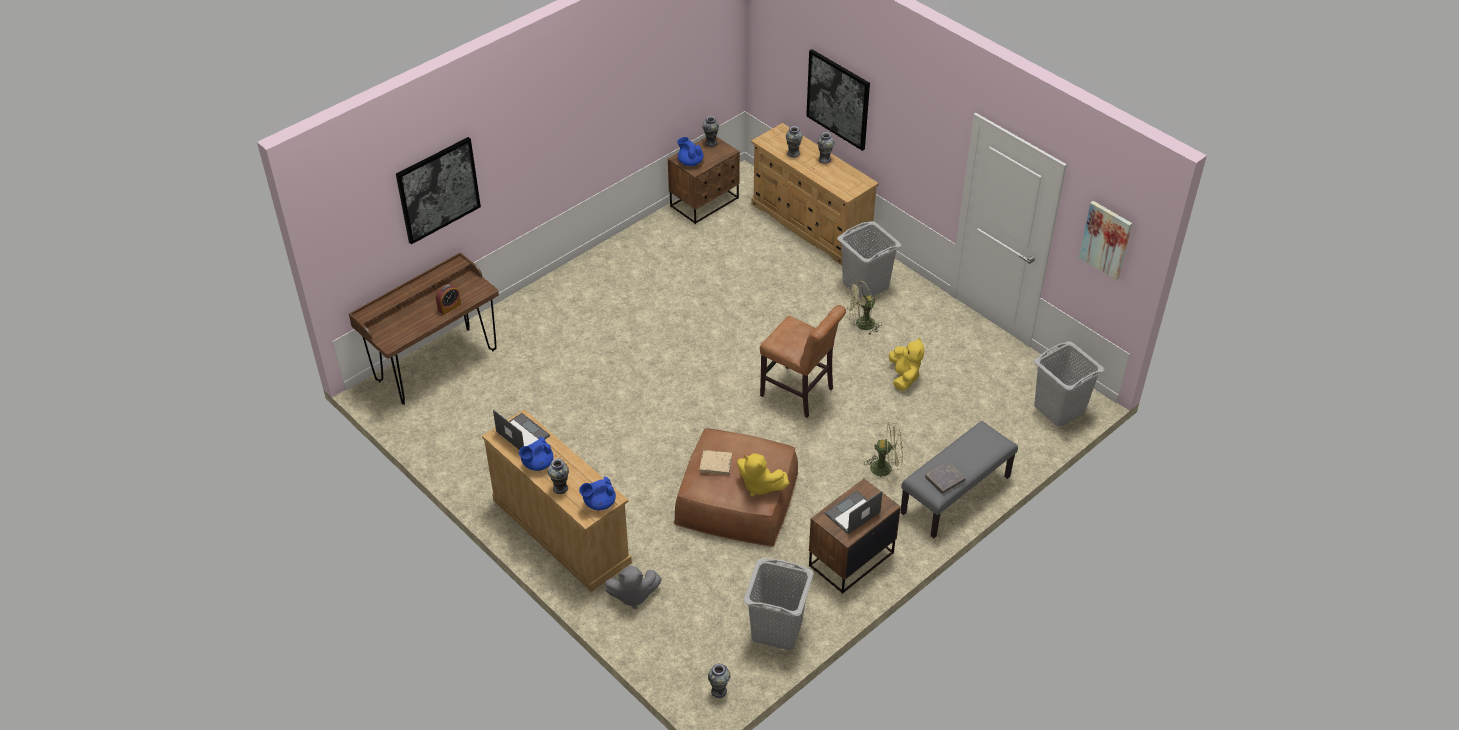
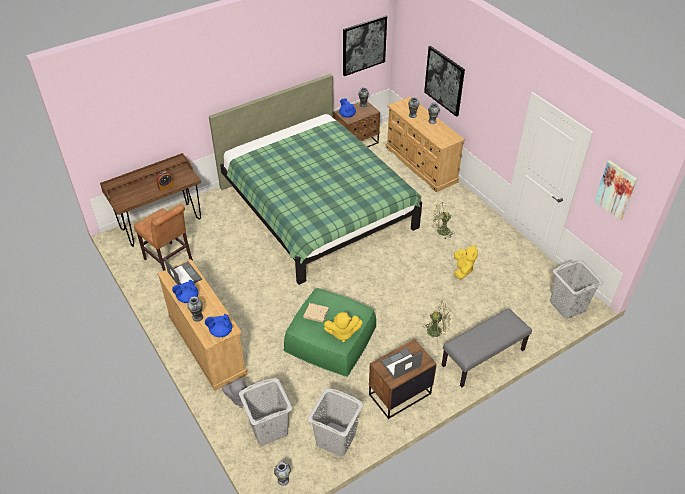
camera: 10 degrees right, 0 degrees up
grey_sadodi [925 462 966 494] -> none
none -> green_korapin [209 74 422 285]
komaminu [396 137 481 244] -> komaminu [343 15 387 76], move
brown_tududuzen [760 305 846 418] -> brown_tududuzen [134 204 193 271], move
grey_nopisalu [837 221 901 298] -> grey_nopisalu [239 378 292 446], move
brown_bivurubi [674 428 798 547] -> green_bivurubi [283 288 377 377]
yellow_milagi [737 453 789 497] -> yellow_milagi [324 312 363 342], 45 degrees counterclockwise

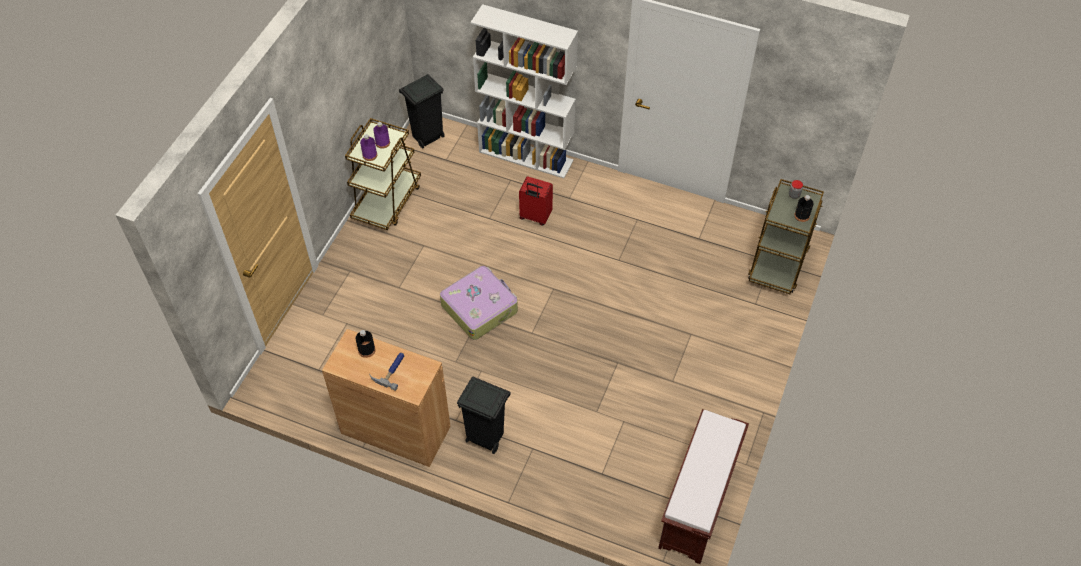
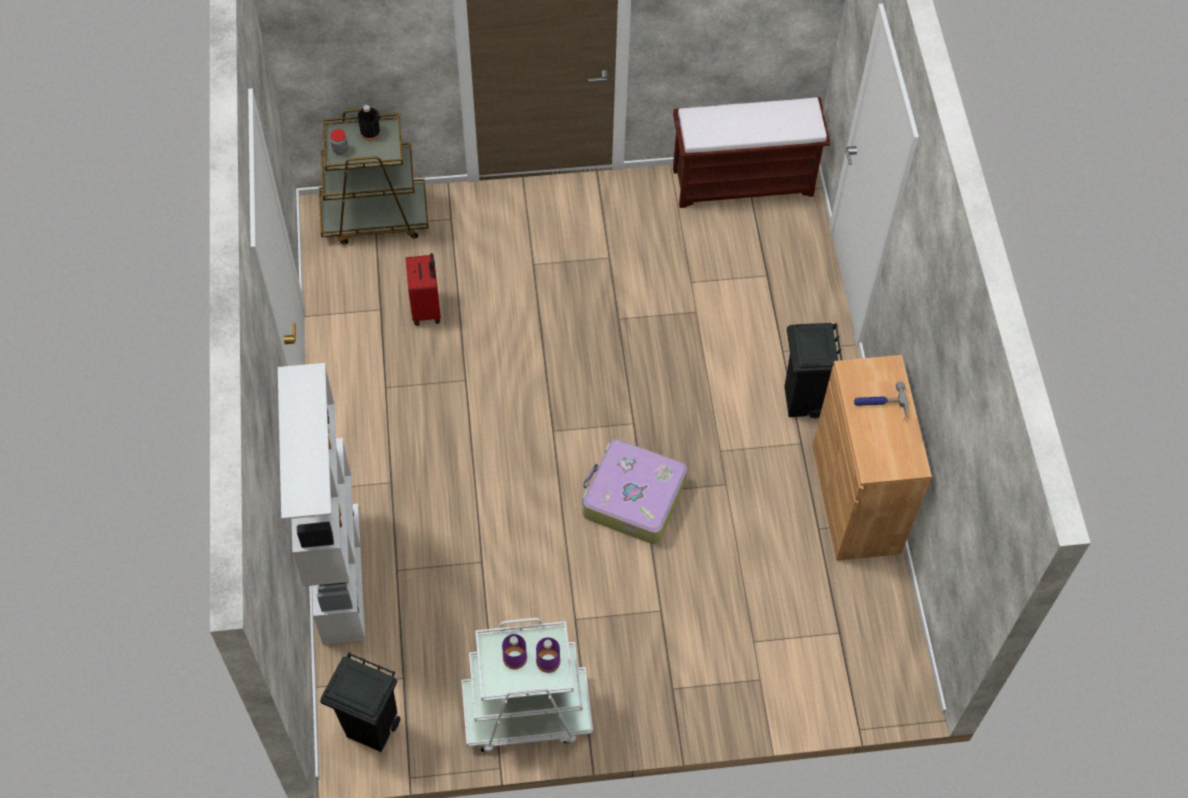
camera: 120 degrees left, 5 degrees up
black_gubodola [355 330 376 358] -> none
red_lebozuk [519 176 553 226] -> red_lebozuk [405 253 441 326], move
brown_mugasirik [345 118 421 230] -> white_mugasirik [461 618 593 753]

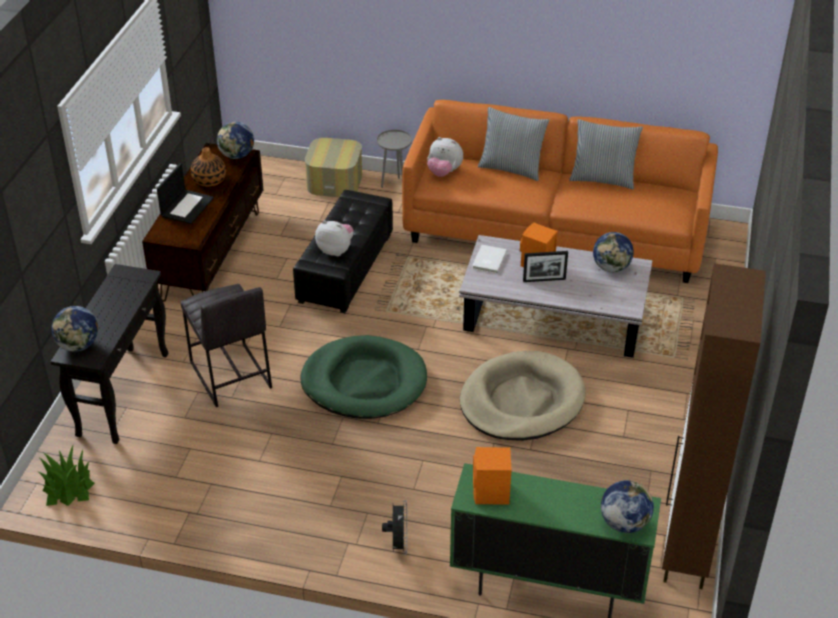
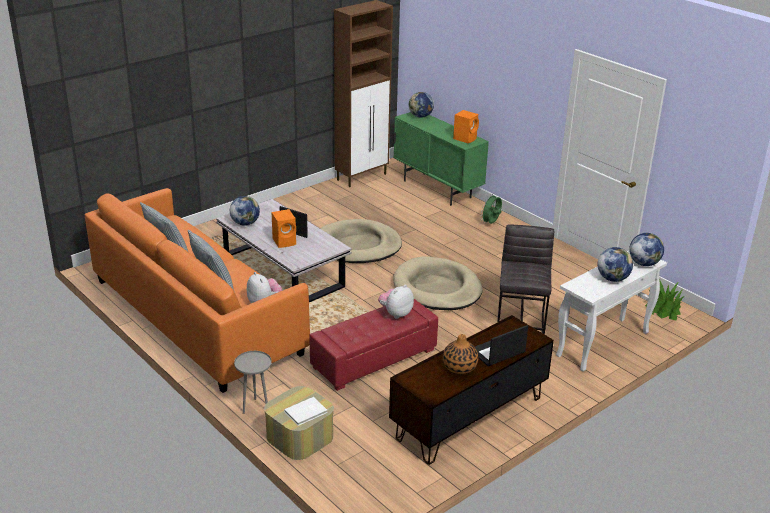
camera: 145 degrees left, 10 degrees down
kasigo [217 122 254 159] -> kasigo [597 247 633 282], move
white_sadodi [472 245 507 274] -> white_sadodi [284 397 327 426], move
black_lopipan [51 264 168 444] -> white_lopipan [556 251 667 372]
black_bivurubi [293 190 393 313] -> red_bivurubi [309 299 438 391]
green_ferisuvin [300 335 427 419] -> beige_ferisuvin [393 256 483 310]
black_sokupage [382 500 407 555] -> green_sokupage [481 193 502 224]
milagi [315 220 354 256] -> milagi [378 285 414 319], 75 degrees clockwise

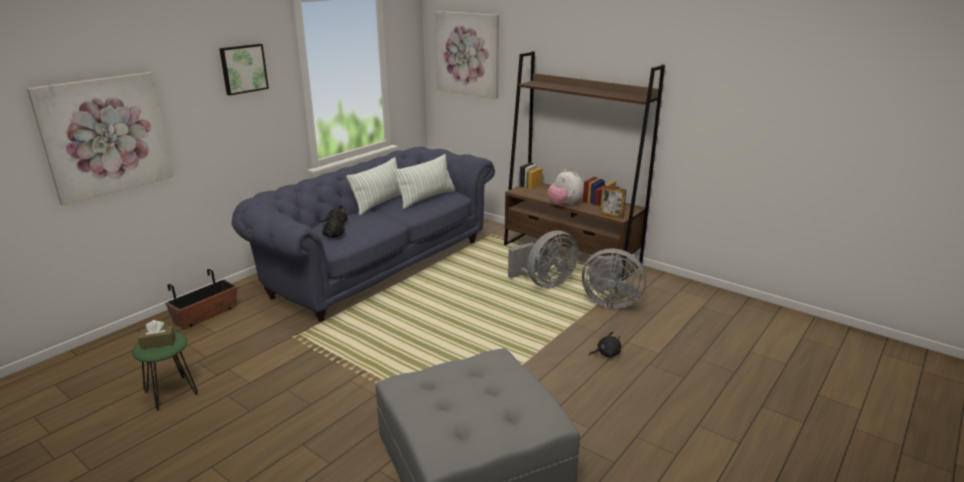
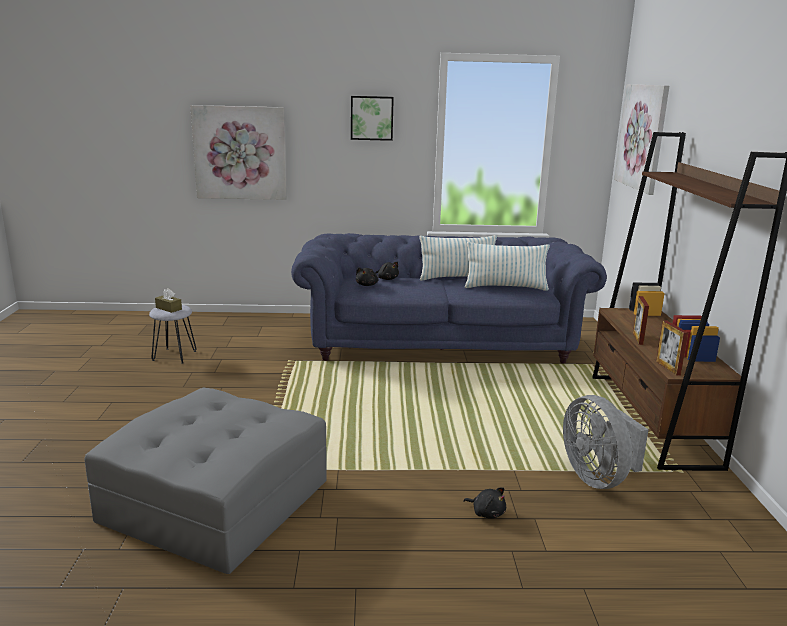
camera: 50 degrees right, 5 degrees down
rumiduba [165 269 238 329] -> none
grey_sokupage [508 230 579 288] -> none
milagi [548 169 584 205] -> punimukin [633 296 649 345]
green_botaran [132 332 198 411] -> grey_botaran [149 305 197 364]

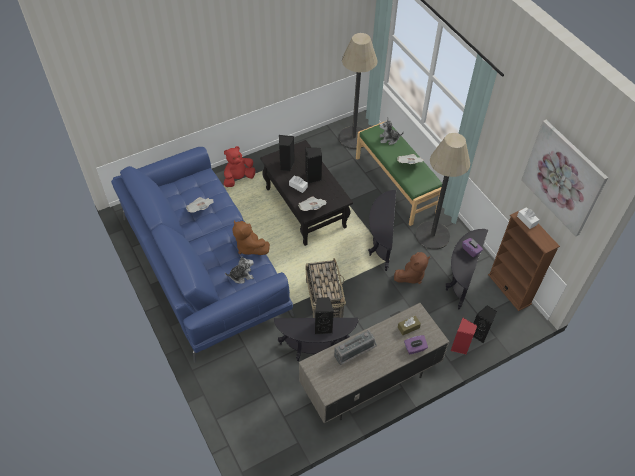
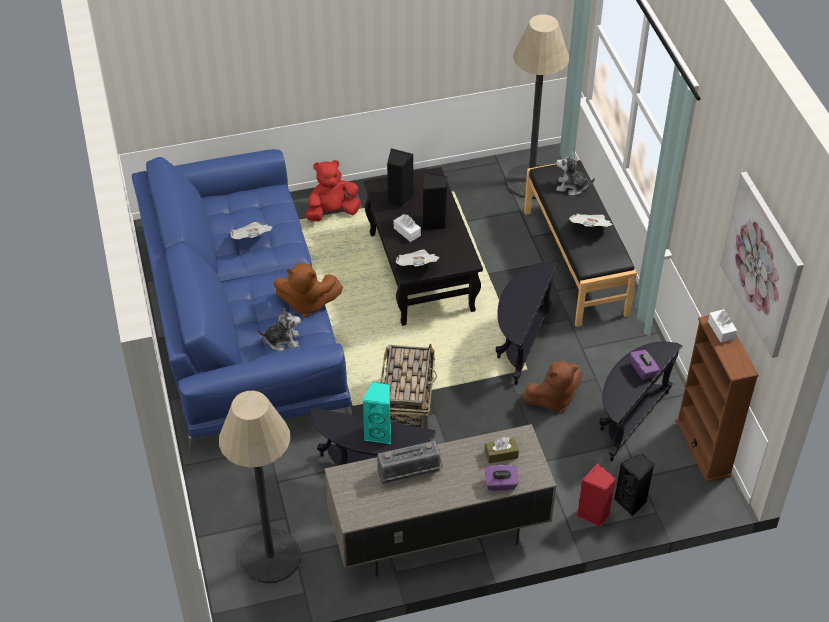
camera: 15 degrees right, 5 degrees down
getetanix [415 133 470 250] -> getetanix [219 391 301 583], move
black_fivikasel [315 297 334 335] -> turquoise_fivikasel [362 382 391 444]
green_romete [356 121 442 226] -> black_romete [524 159 637 327]
brown_milagi [232 220 270 255] -> brown_milagi [273 264 343 318], 60 degrees counterclockwise

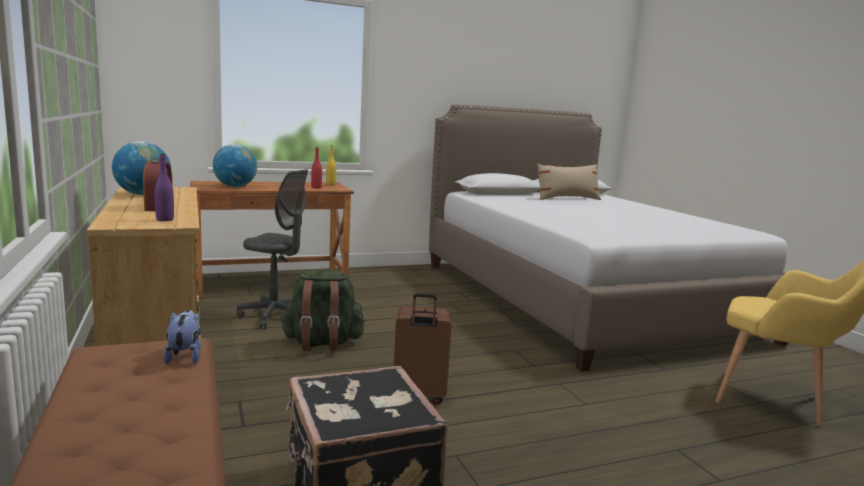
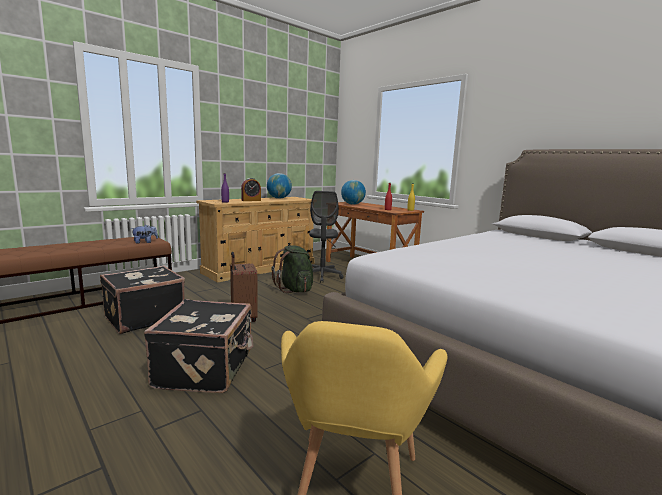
camera: 70 degrees right, 0 degrees up
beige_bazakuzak [537 164 601 200] -> none
none -> black_lebozuk [144 299 254 393]

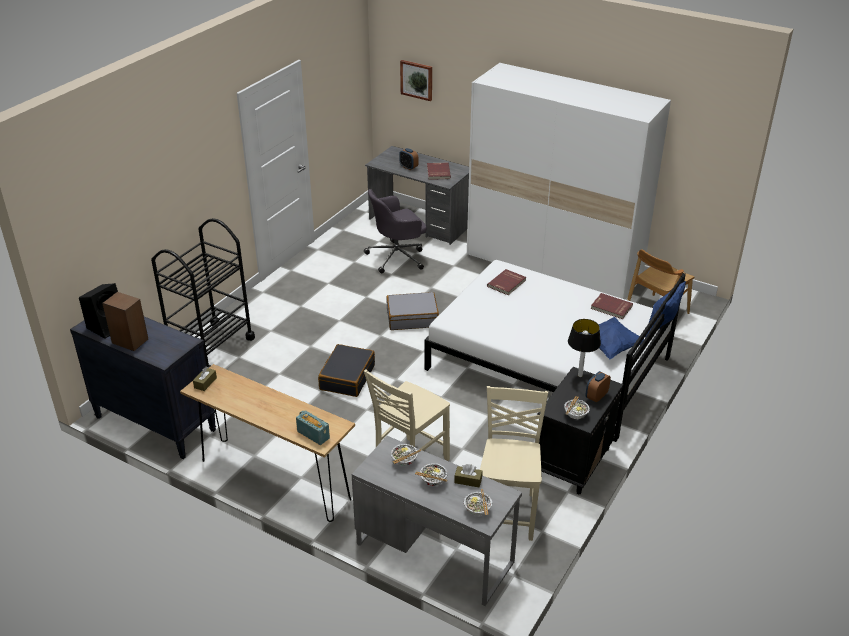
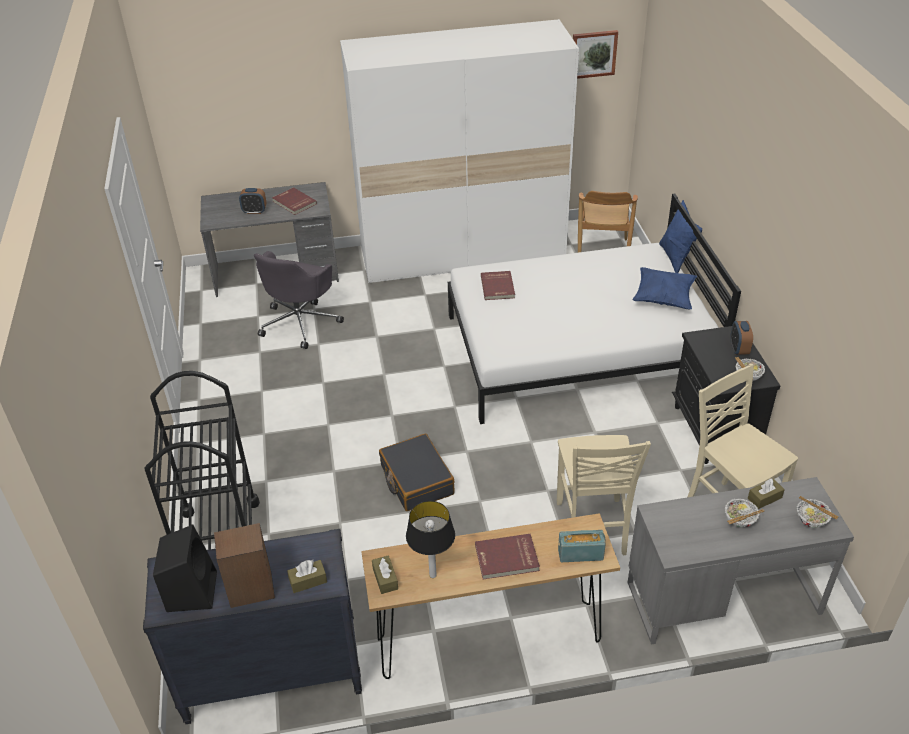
camera: 40 degrees left, 5 degrees up
grey_lebozuk [386 292 439 330] -> none
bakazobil [391 444 422 466] -> none
none -> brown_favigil [287 560 327 593]
komaminu [400 60 432 101] -> komaminu [573 30 618 79], move
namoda [568 319 601 377] -> namoda [406 501 455 578], move
red_sadodi [591 293 633 319] -> red_sadodi [475 534 540 579], move

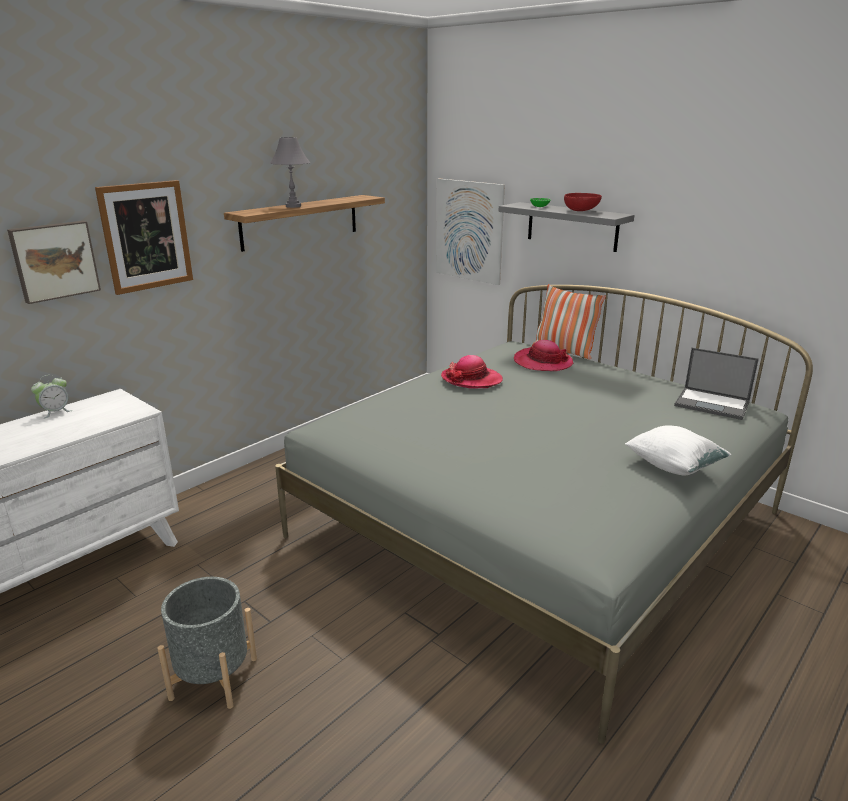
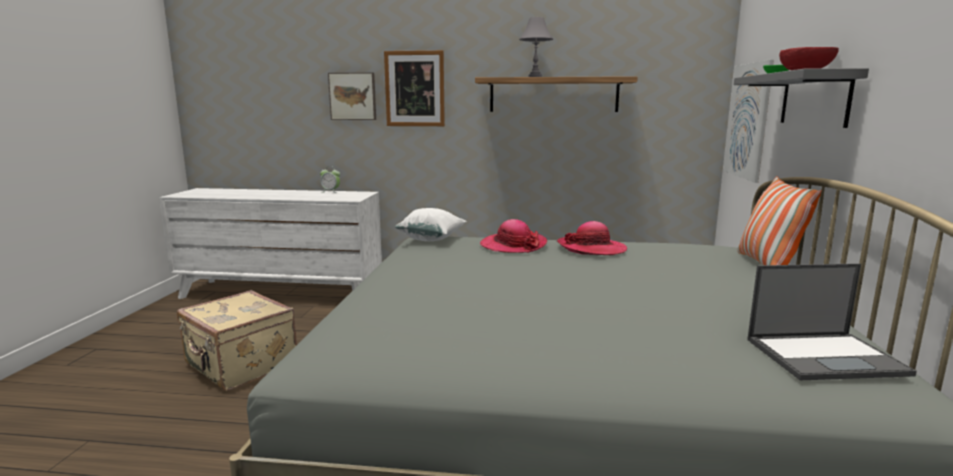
camera: 55 degrees right, 10 degrees down
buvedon [514 340 573 371] -> buvedon [480 219 547 253], move
white_bazakuzak [625 425 731 475] -> white_bazakuzak [395 208 467 241], move
grey_rumiduba [157 577 257 709] -> beige_lebozuk [177 290 297 391]
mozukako [674 348 759 420] -> mozukako [747 263 917 380], 90 degrees counterclockwise

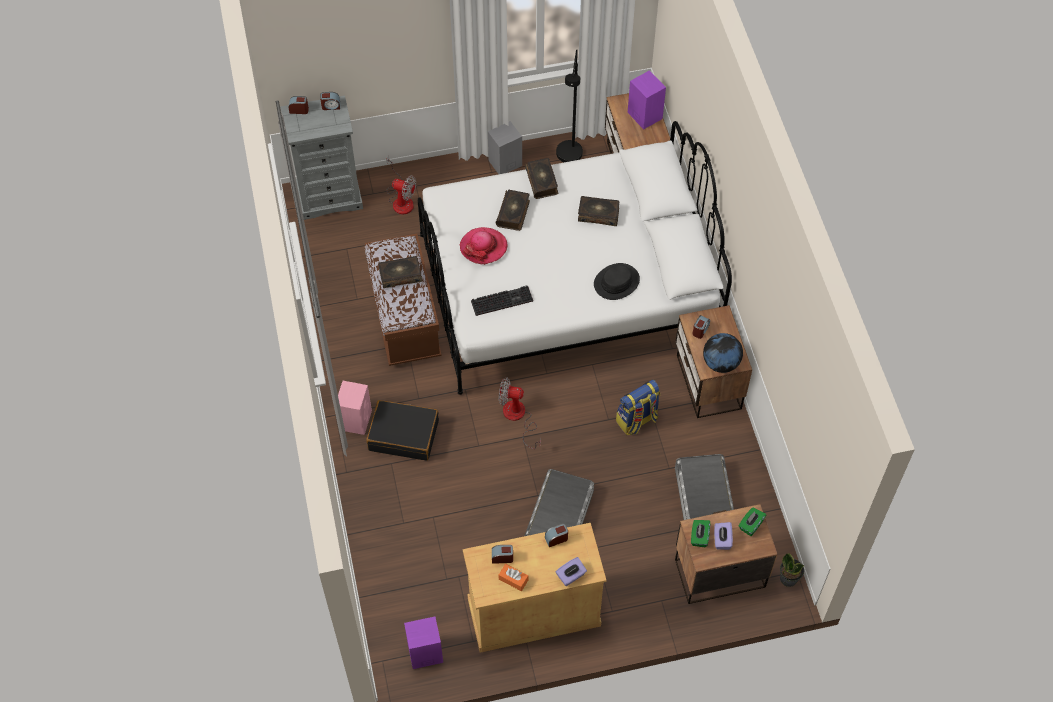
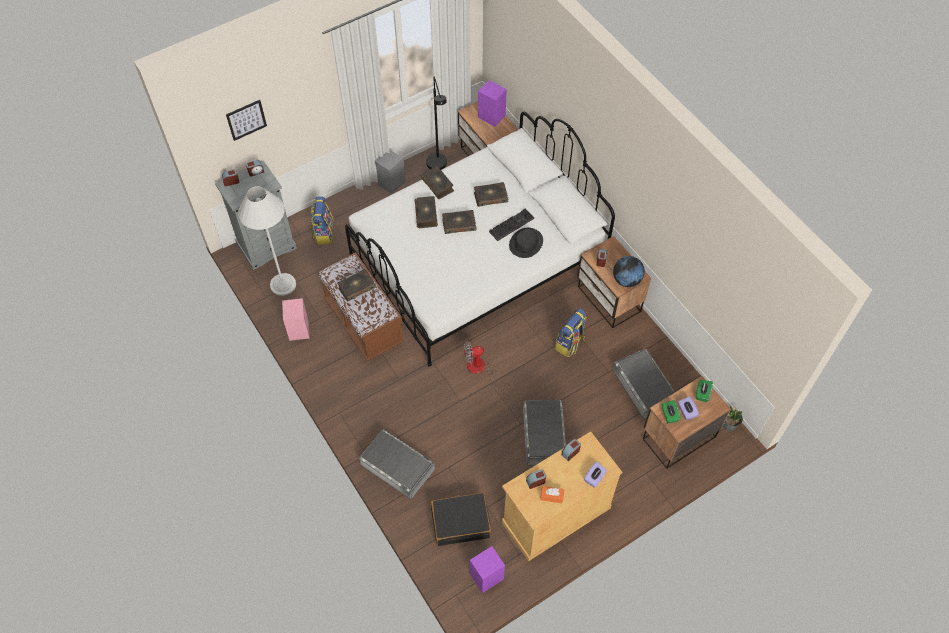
camera: 20 degrees left, 0 degrees up
buvedon [460 227 507 265] -> none
none -> komaminu [226 100 267 141]
none -> white_getetanix [238 186 296 296]
none -> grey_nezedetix [359 429 435 499]
none -> sadodi [442 210 476 234]
pink_fivikasel [338 381 372 435] -> pink_fivikasel [282 298 309 341], move
black_lebozuk [366 400 439 461] -> black_lebozuk [431 492 491 546], move
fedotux [471 285 533 316] -> fedotux [489 208 534 241], move
sokupage [386 155 416 215] -> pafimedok [310 196 334 245]

